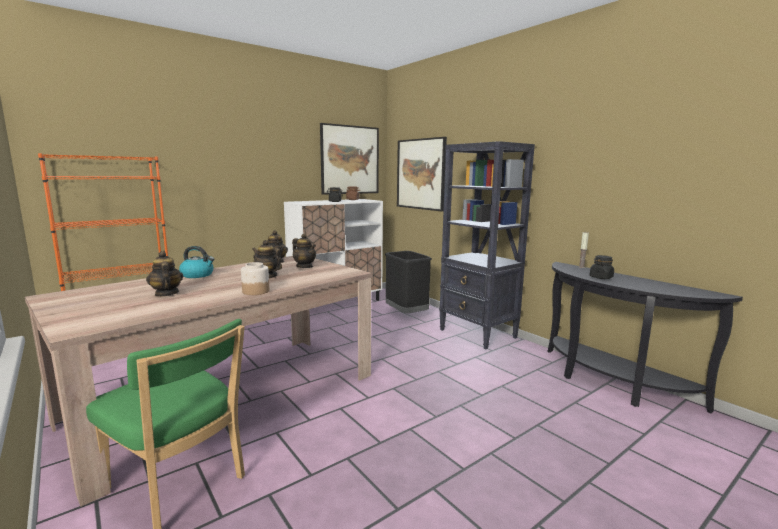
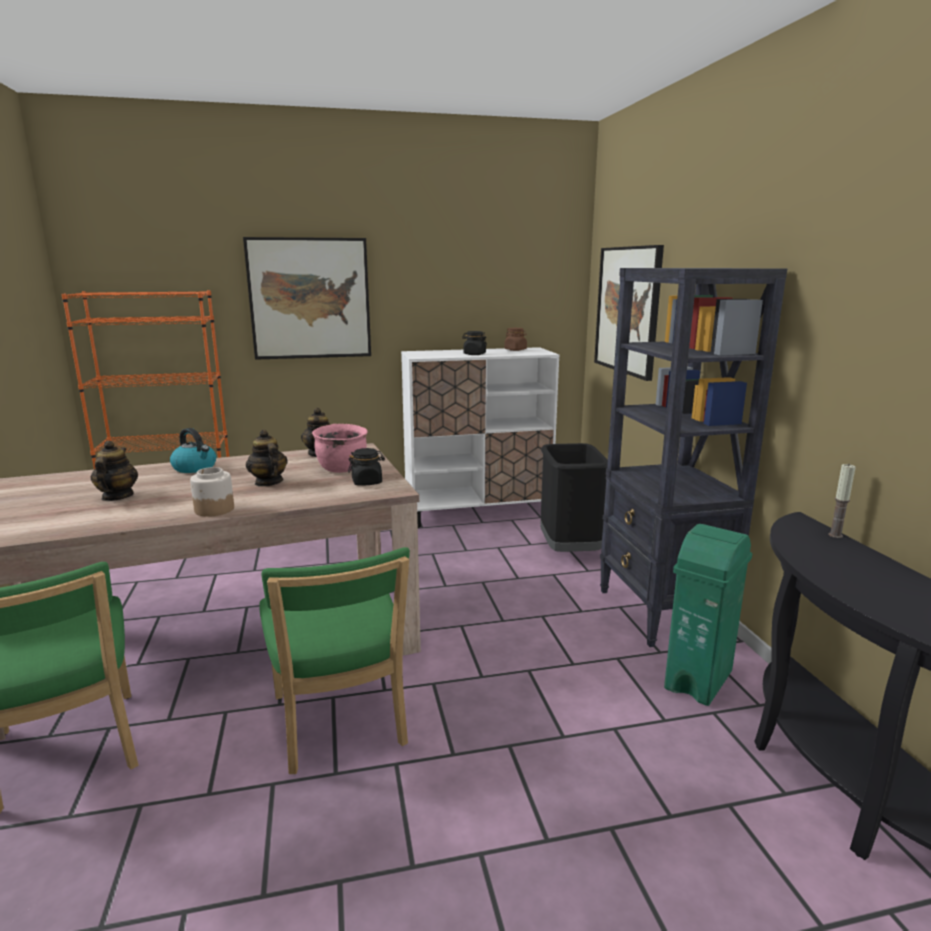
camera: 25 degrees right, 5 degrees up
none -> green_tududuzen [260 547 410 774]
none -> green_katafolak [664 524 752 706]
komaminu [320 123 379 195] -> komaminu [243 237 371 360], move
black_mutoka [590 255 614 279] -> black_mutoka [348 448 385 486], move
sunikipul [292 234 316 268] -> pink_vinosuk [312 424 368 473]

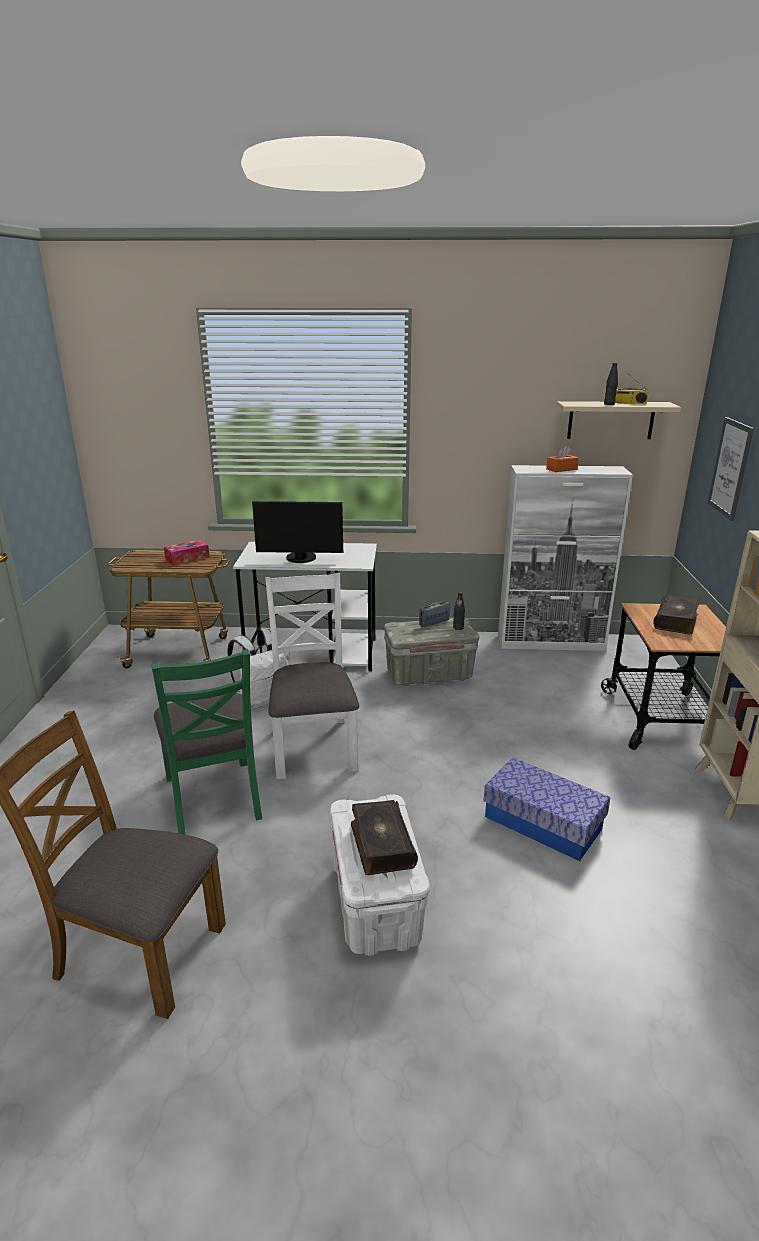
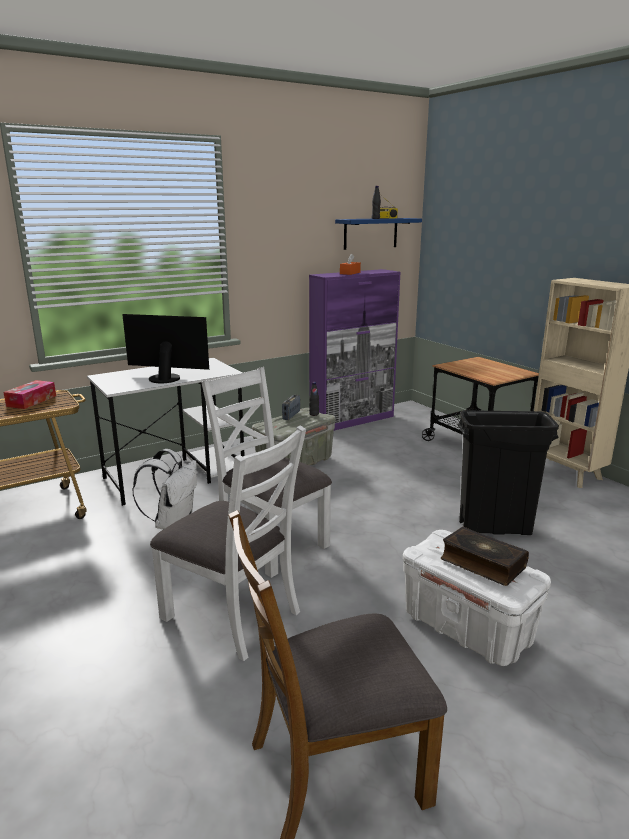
camera: 35 degrees left, 5 degrees down
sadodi [653 595 700 634] -> none
komaminu [708 417 754 521] -> none
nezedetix [484 757 610 861] -> black_katafolak [458 410 559 535]
green_tududuzen [151 649 262 835] -> white_tududuzen [150 425 306 661]
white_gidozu [498 465 633 651] -> purple_gidozu [309 269 401 431]
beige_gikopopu [557 401 681 439] -> blue_gikopopu [335 218 422 250]
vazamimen [252 501 343 563] -> vazamimen [122 314 209 383], 135 degrees counterclockwise

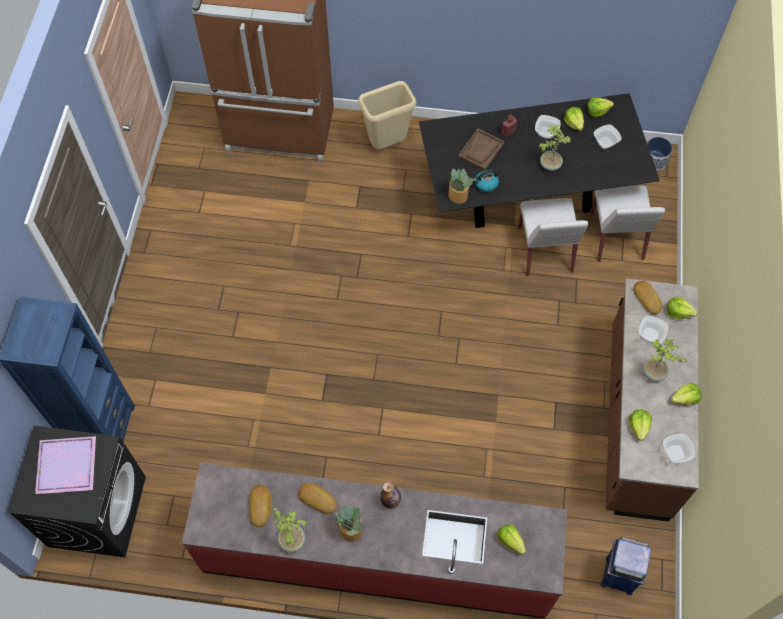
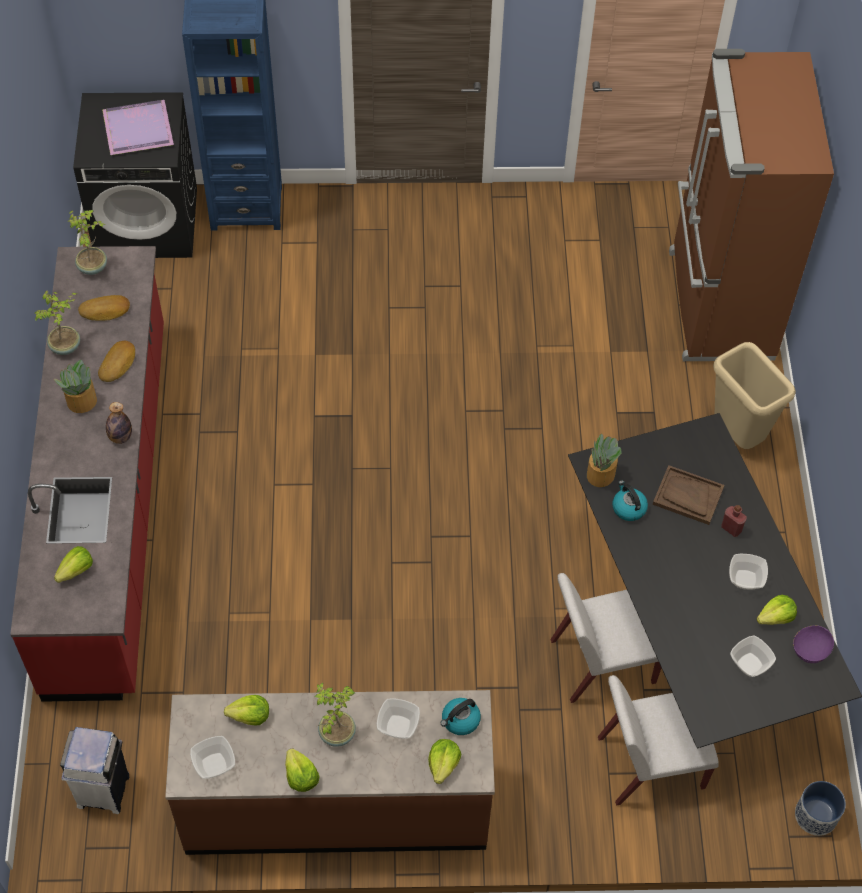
camera: 80 degrees right, 5 degrees down
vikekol [539 125 571 171] -> vikekol [67 210 107 275], move
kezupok [587 98 614 117] -> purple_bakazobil [793 625 834 663]
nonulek [633 281 662 314] -> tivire [441 698 481 735]
blue_katafolak [600 537 651 595] -> white_katafolak [60 727 129 814]

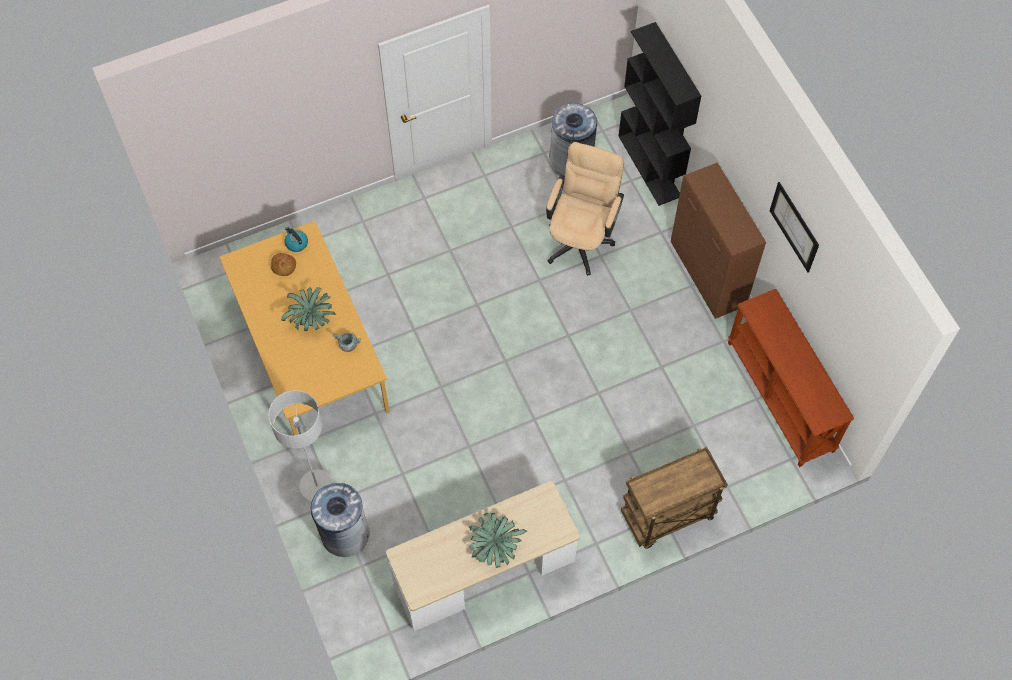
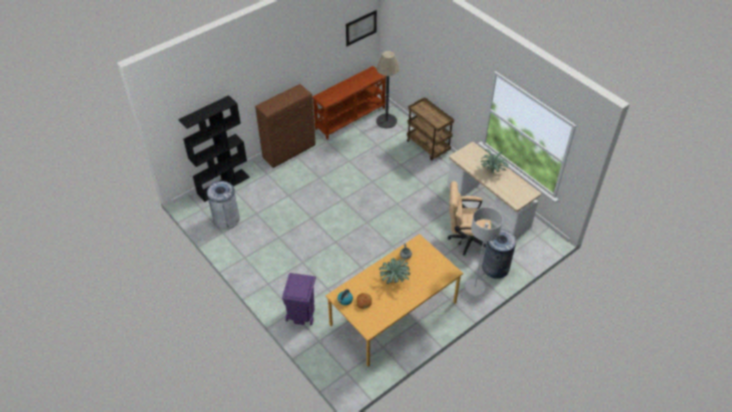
camera: 105 degrees left, 15 degrees down
none -> purple_katafolak [282 273 316 325]
none -> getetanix [376 51 400 128]
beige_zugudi [546 142 624 276] -> beige_zugudi [448 181 491 256], move
komaminu [770 182 819 272] -> komaminu [346 10 377 46], move

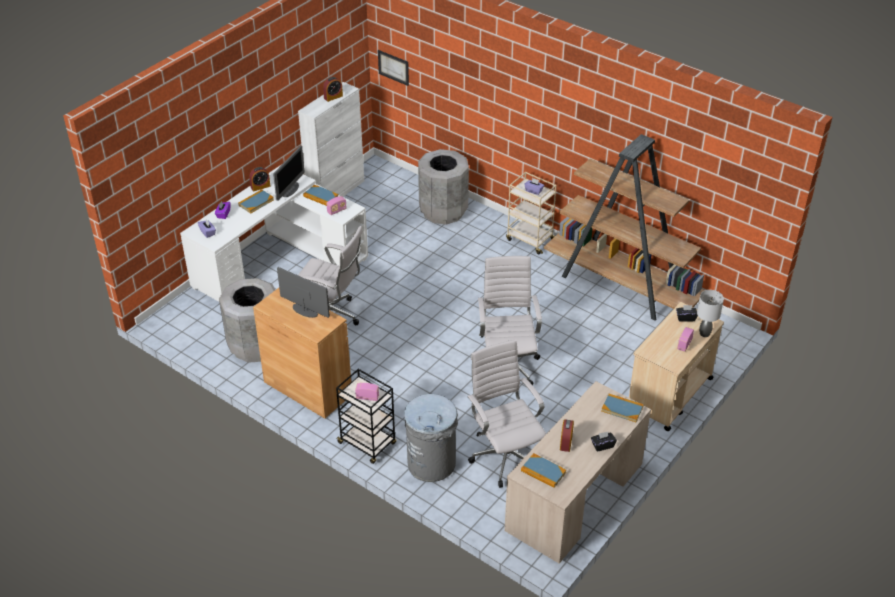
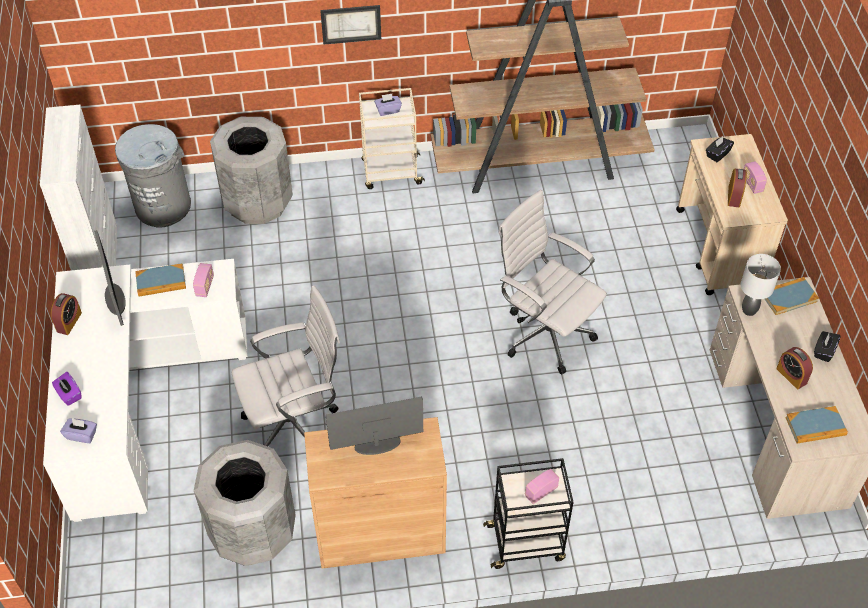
camera: 45 degrees left, 10 degrees up
sadodi [238 189 274 213] -> none
white_zugudi [467 340 546 488] -> none
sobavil [323 77 343 102] -> sobavil [728 169 747 207], move
komaminu [378 50 409 86] -> komaminu [320 5 381 45], move
grey_katafolak [404 394 458 482] -> grey_katafolak [115 124 191 228], move
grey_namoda [697 290 724 337] -> grey_namoda [741 254 781 316], move

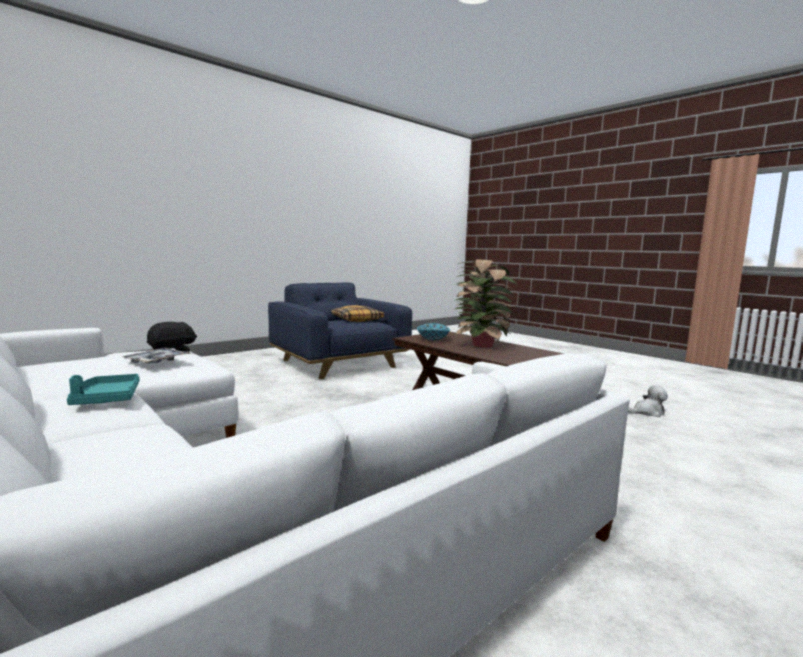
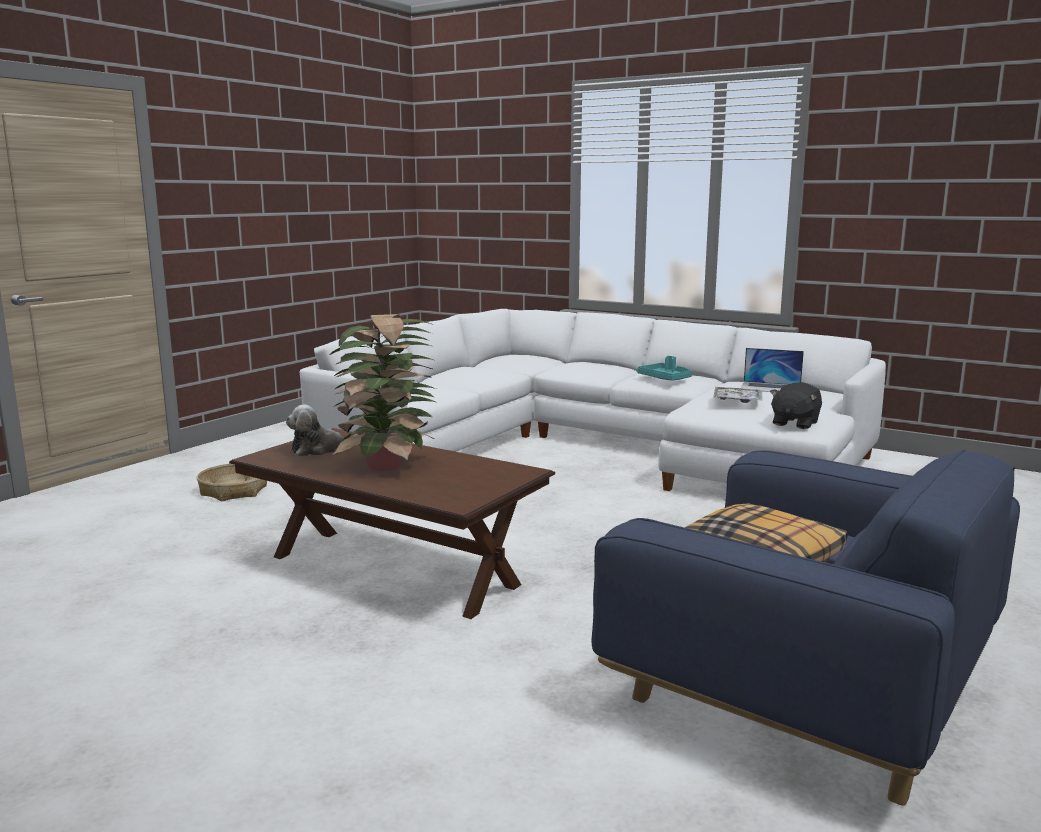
camera: 165 degrees right, 5 degrees up
bakazobil [417 323 450 341] -> none
none -> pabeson [197 464 267 501]
none -> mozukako [741 348 804 392]
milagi [628 385 668 417] -> milagi [286 405 357 456], move

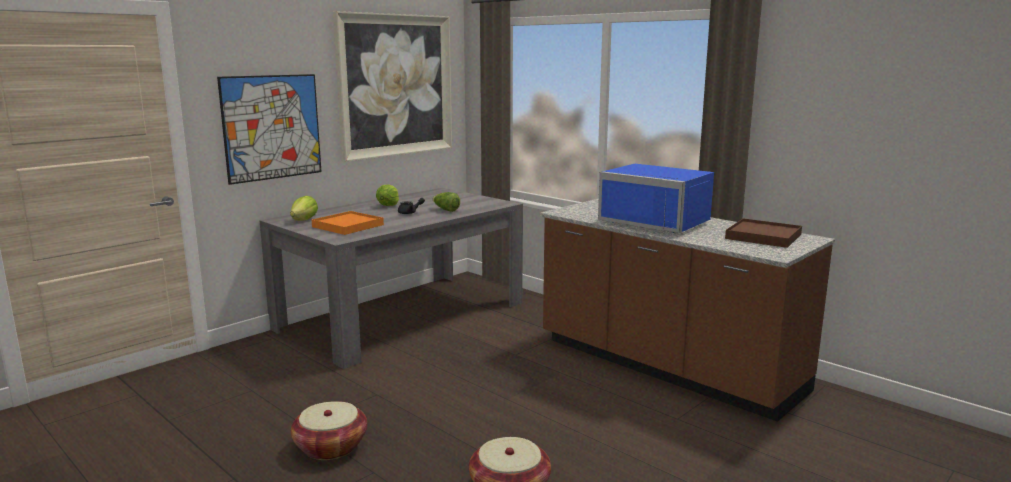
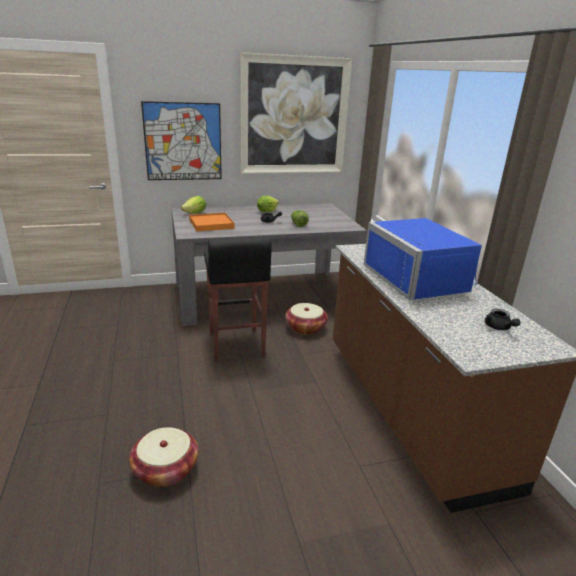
camera: 30 degrees right, 10 degrees up
none -> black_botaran [204 237 272 362]
pabeson [291 401 367 460] -> pabeson [285 303 328 335], move
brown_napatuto [725 218 802 248] -> black_sunikipul [485 309 521 330]

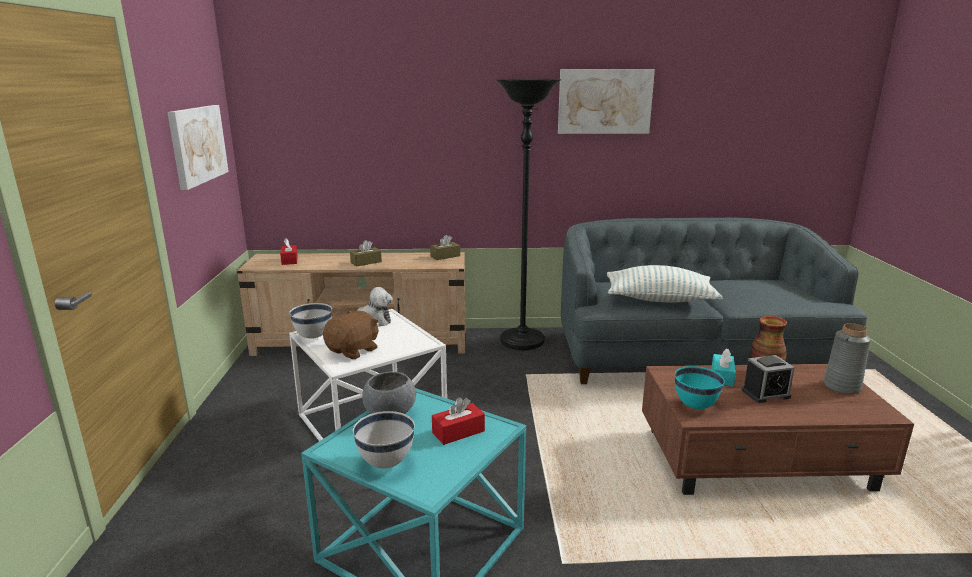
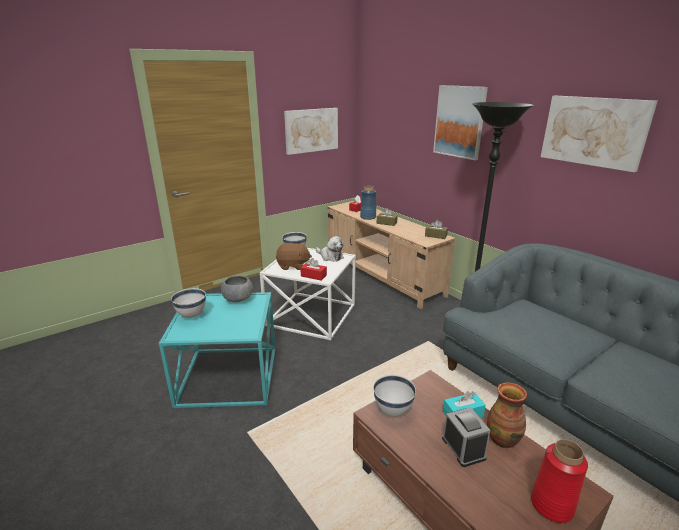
camera: 55 degrees right, 5 degrees up
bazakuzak [607 265 722 302] -> none
none -> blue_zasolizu [360 186 376 220]
none -> komaminu [433 85 488 160]
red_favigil [432 397 485 445] -> red_favigil [300 258 327 281], move
turquoise_bakazobil [675 366 725 409] -> white_bakazobil [373 375 416 417]
grey_zasolizu [824 323 871 394] -> red_zasolizu [531 439 588 523]
sobavil [742 355 795 403] -> sobavil [442 407 490 467], 150 degrees counterclockwise

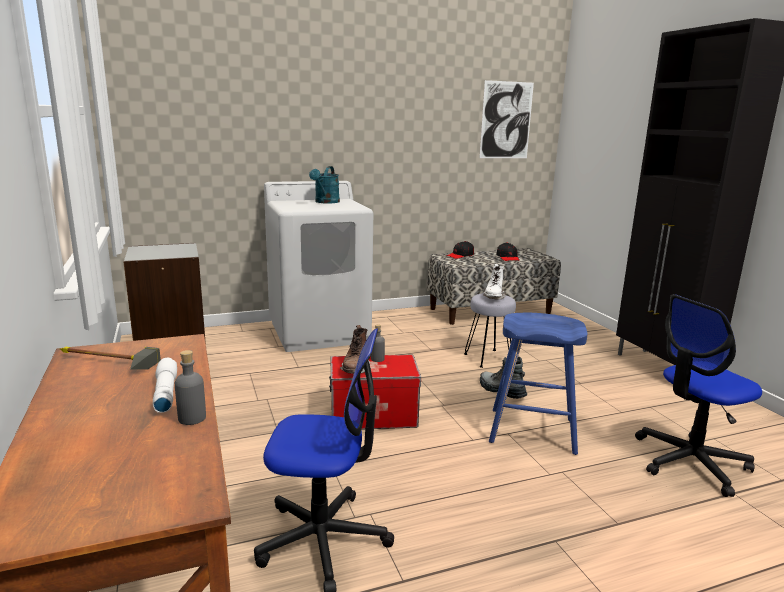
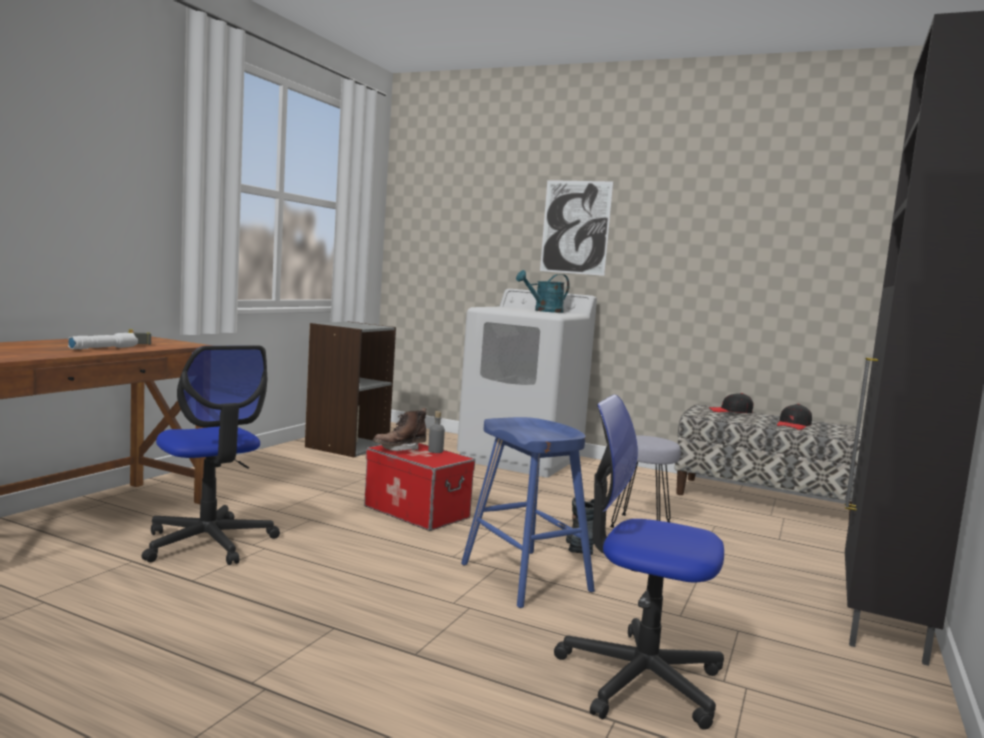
camera: 45 degrees right, 10 degrees down
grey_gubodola [175 350 206 425] -> none
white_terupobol [483 264 506 300] -> none
komaminu [480 80 534 158] -> komaminu [540 180 613 276], move

